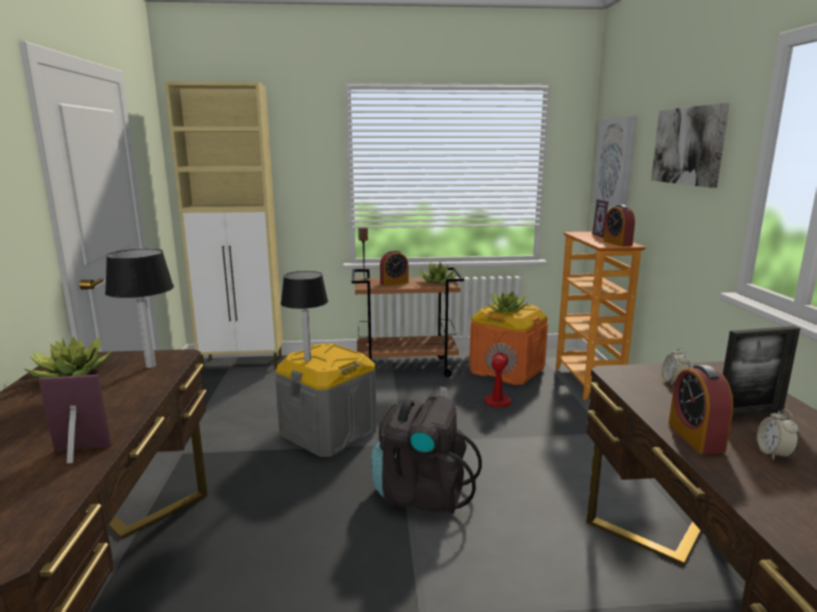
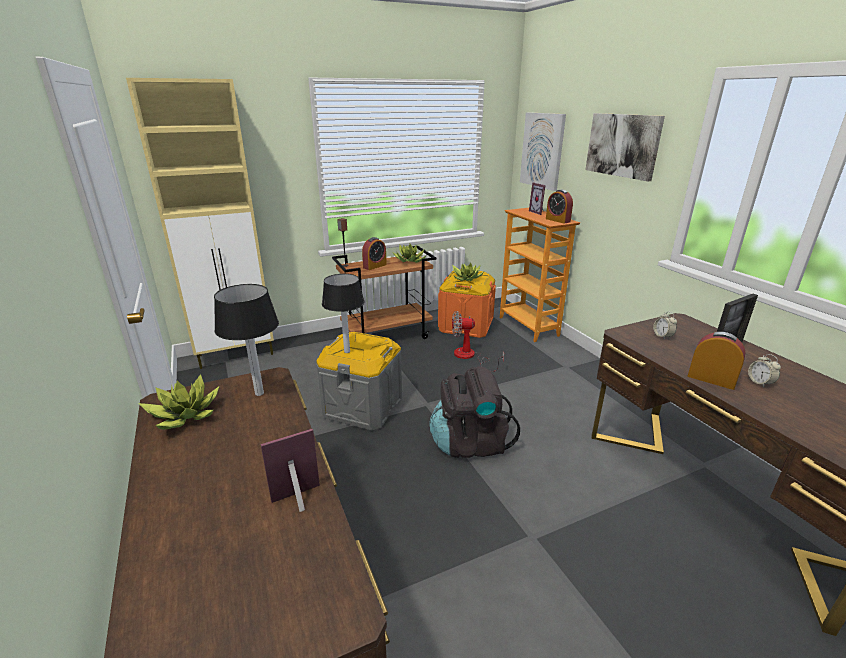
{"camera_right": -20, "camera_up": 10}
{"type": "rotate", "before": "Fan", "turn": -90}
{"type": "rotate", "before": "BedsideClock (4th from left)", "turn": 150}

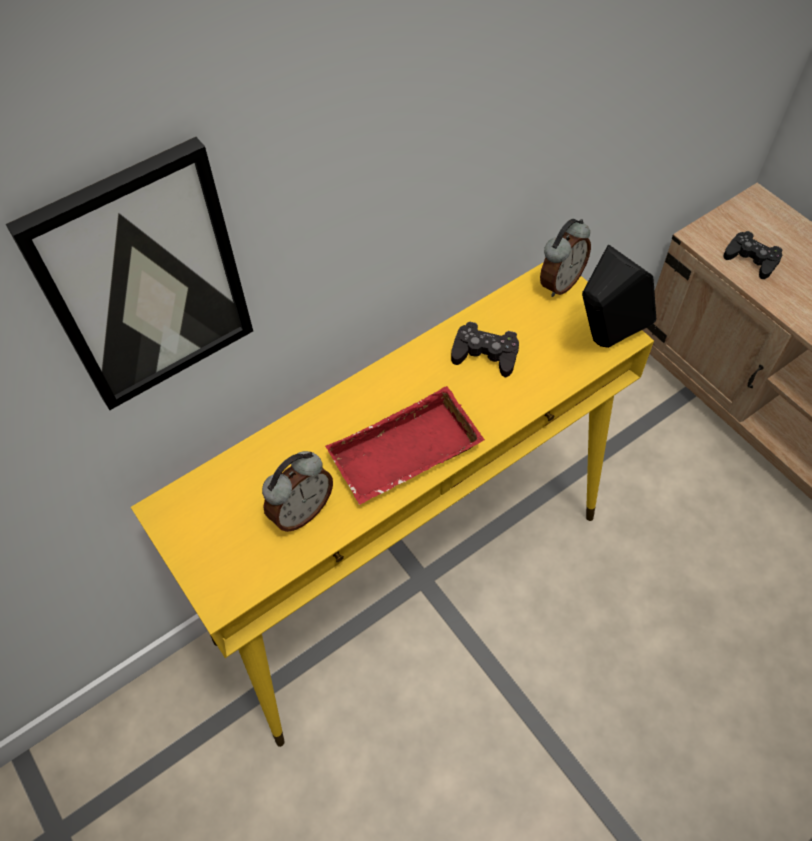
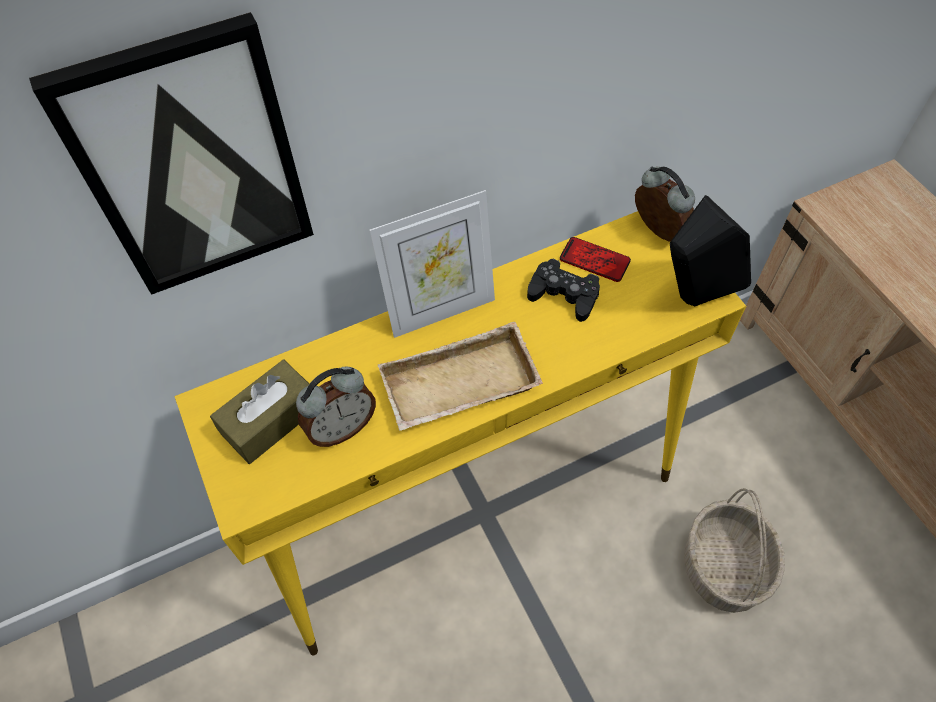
{"camera_right": 10, "camera_up": 0}
{"type": "insert", "after": "BrownColouredTissueHolder"}
{"type": "insert", "after": "PictureFrame"}
{"type": "recolor", "before": "RedCarryingTray", "after": "BeigeColouredCarryingTray"}
{"type": "insert", "after": "Handset"}
{"type": "rotate", "before": "BedsideClock (2nd from left)", "turn": -90}
{"type": "insert", "after": "Basket"}
{"type": "delete", "before": "BlackishGameController (2nd from left)"}

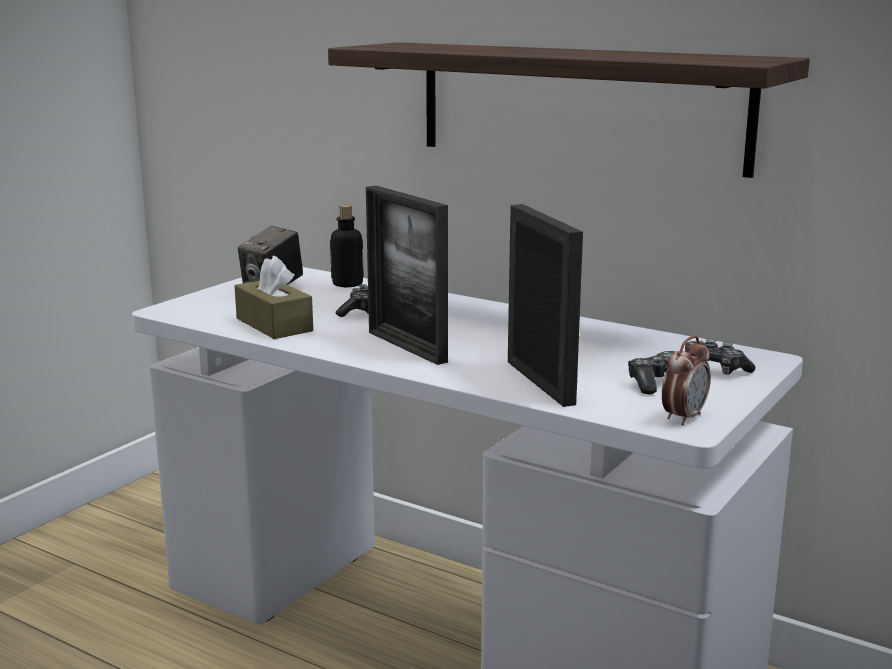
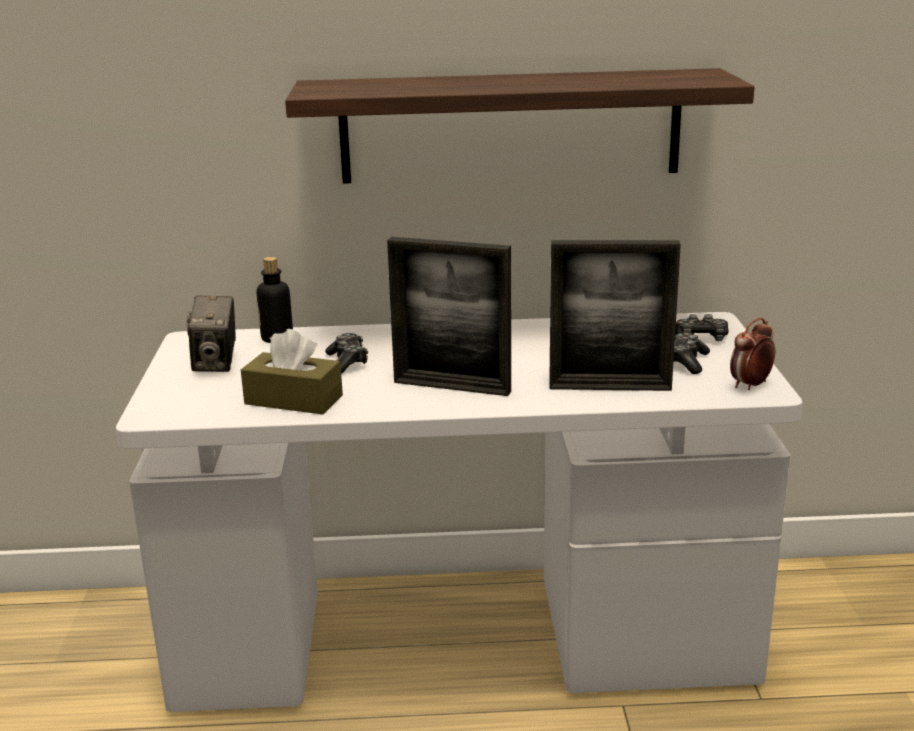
{"camera_right": -35, "camera_up": 5}
{"type": "rotate", "before": "PictureFrame (2nd from left)", "turn": 150}
{"type": "rotate", "before": "BedsideClock", "turn": -135}

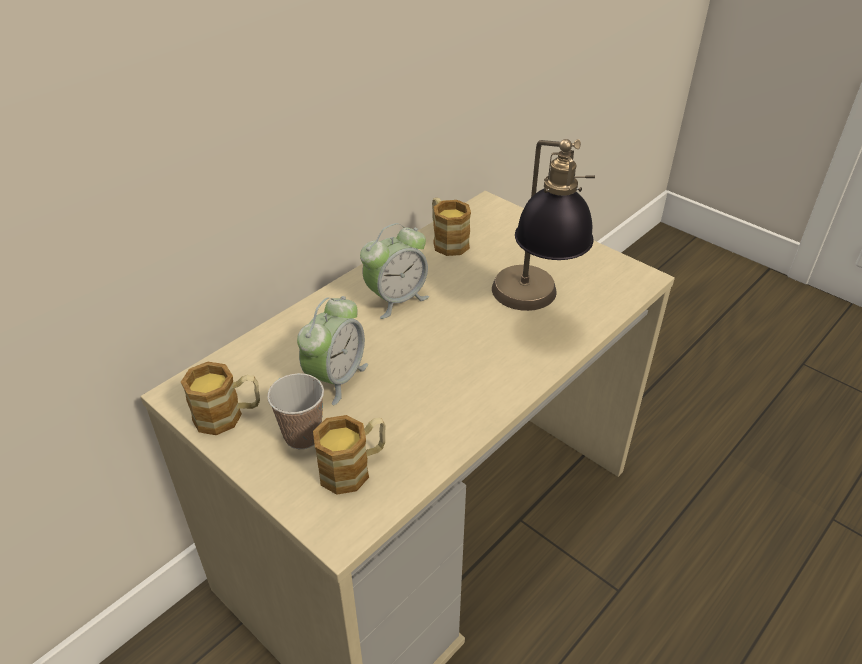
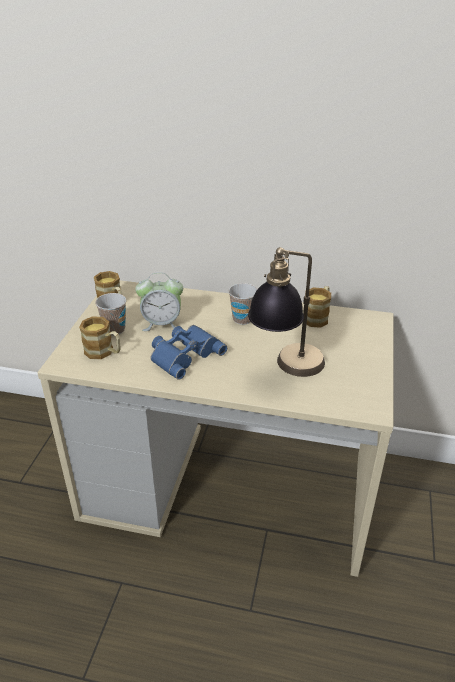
{"camera_right": 60, "camera_up": -5}
{"type": "insert", "after": "BlueFieldGlasses"}
{"type": "replace", "before": "BedsideClock (2nd from left)", "after": "DrinkingCup (2nd from left)"}

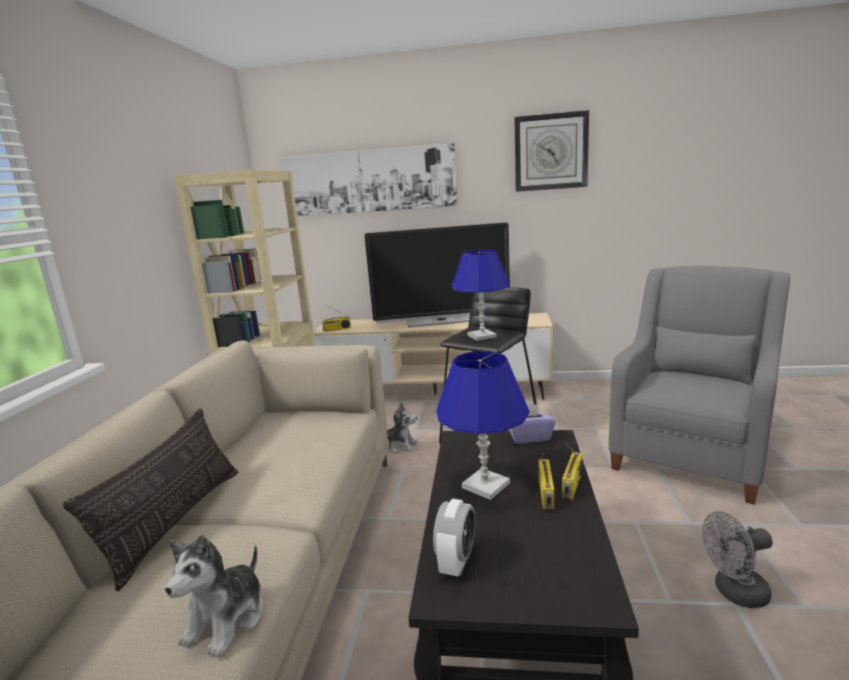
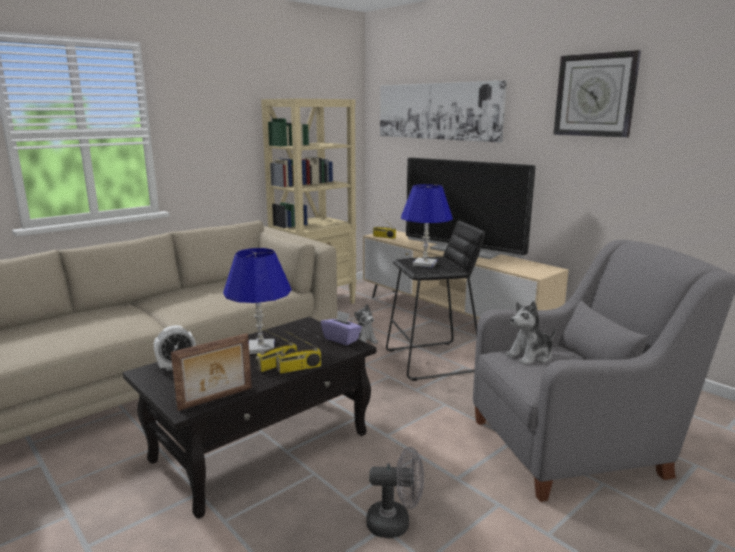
{"camera_right": 40, "camera_up": 0}
{"type": "insert", "after": "PictureFrame"}
{"type": "rotate", "before": "GrayFan", "turn": 150}
{"type": "move", "before": "PlushToy (1st from left in the first image)", "after": "PlushToy (2nd from left)"}
{"type": "delete", "before": "ThrowPillow"}

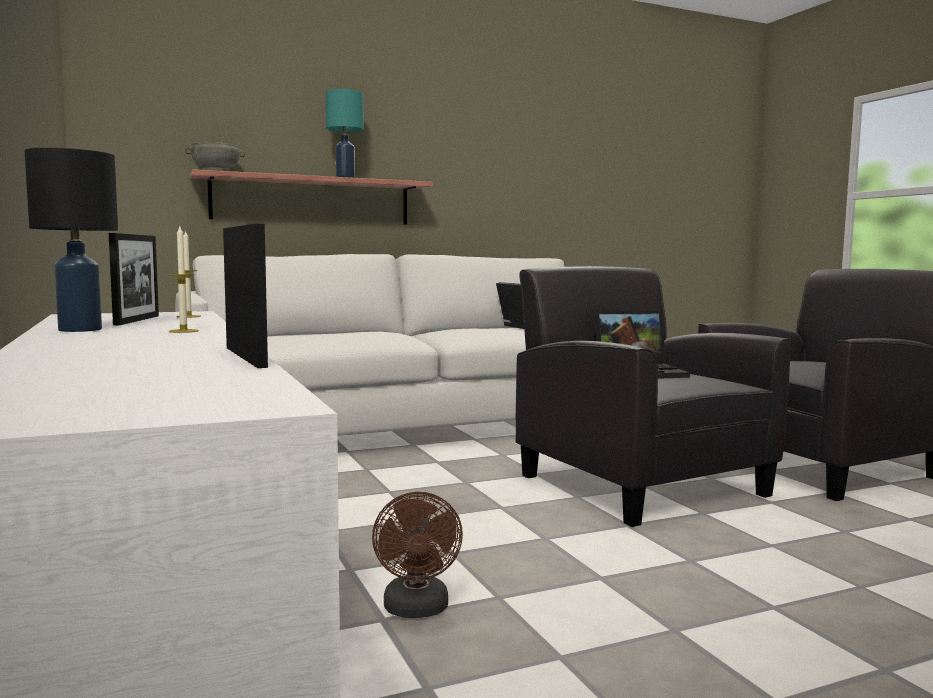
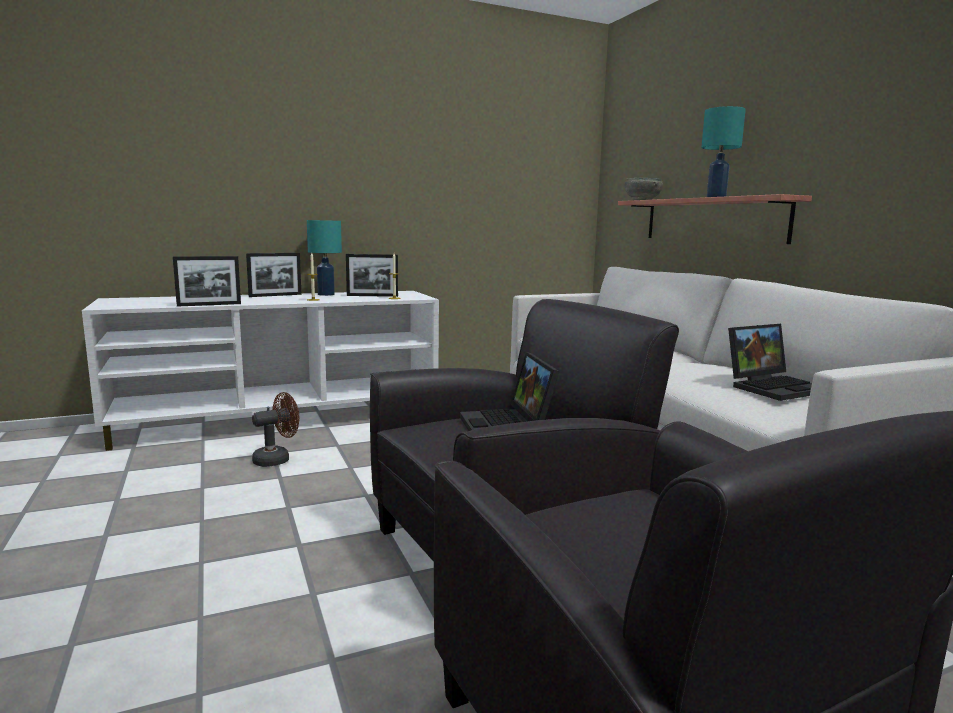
{"camera_right": 90, "camera_up": 5}
{"type": "insert", "after": "PictureFrame (2nd from left)"}
{"type": "rotate", "before": "BrownColouredFan", "turn": 150}
{"type": "recolor", "before": "BlackishTabletopLamp", "after": "TurquoiseTabletopLamp (1st from left)"}

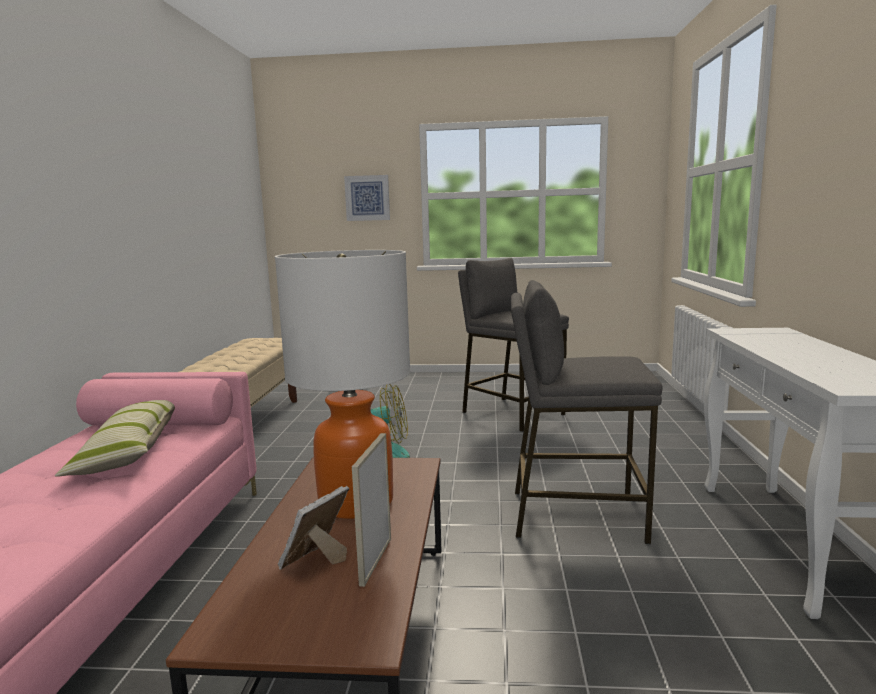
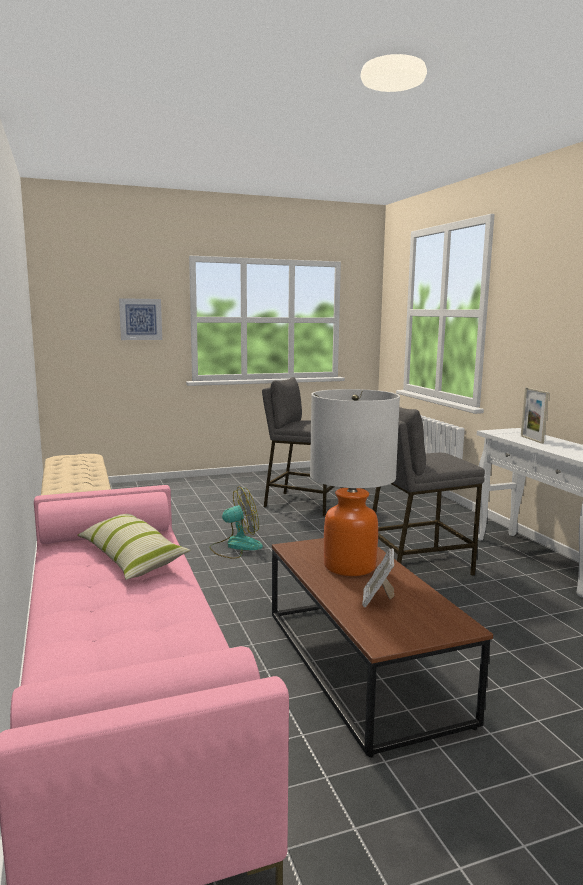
{"camera_right": -25, "camera_up": 0}
{"type": "move", "before": "PictureFrame (2nd from left)"}

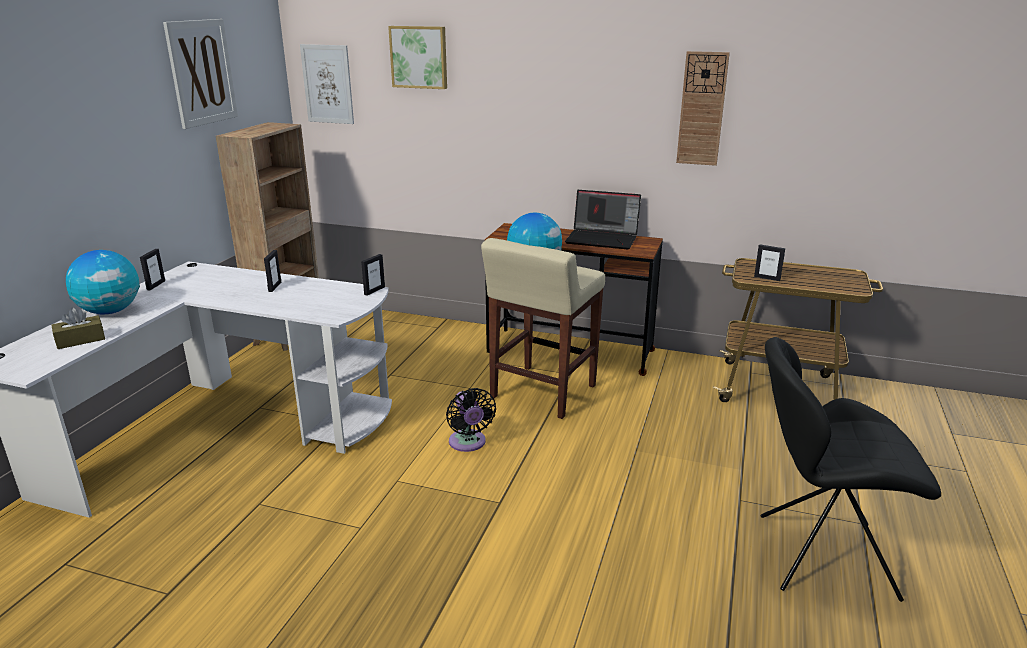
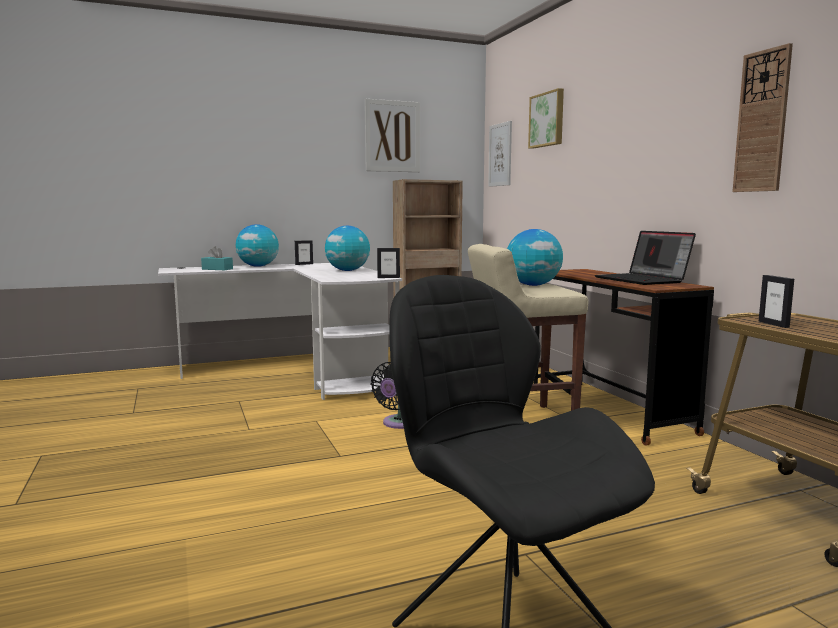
{"camera_right": 50, "camera_up": -15}
{"type": "recolor", "before": "BrownColouredTissueHolder", "after": "TurquoiseTissueHolder"}
{"type": "replace", "before": "PictureFrame (2nd from left)", "after": "DeskGlobe (2nd from left)"}

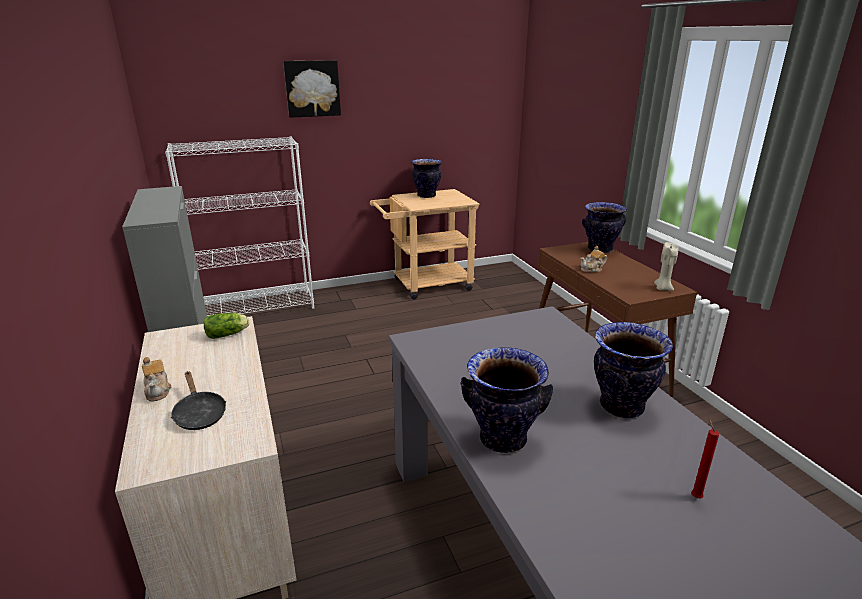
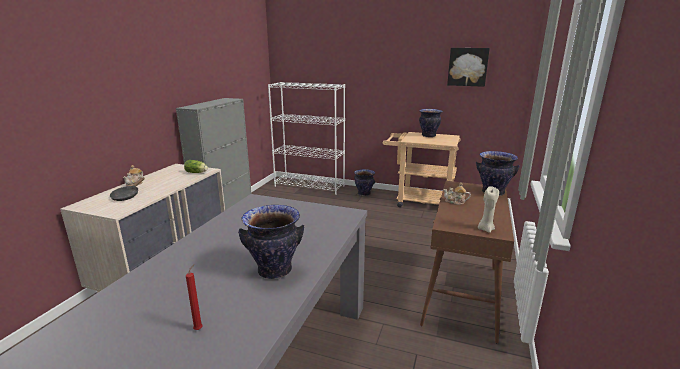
{"camera_right": 40, "camera_up": -5}
{"type": "move", "before": "Vase (2nd from left)"}
{"type": "move", "before": "Picture"}

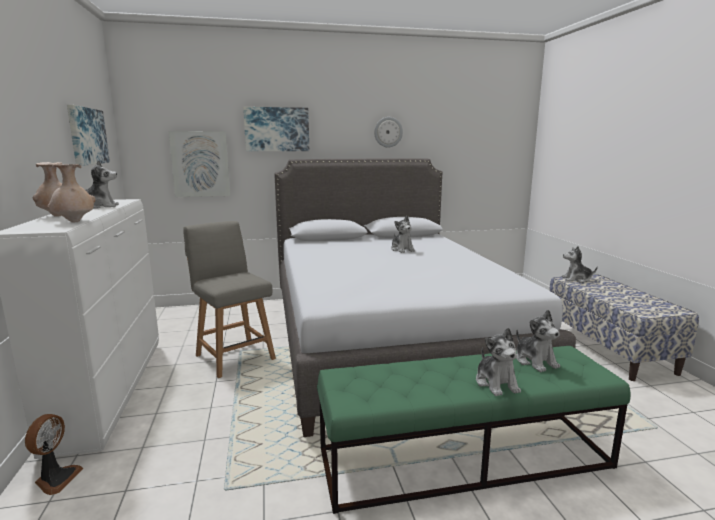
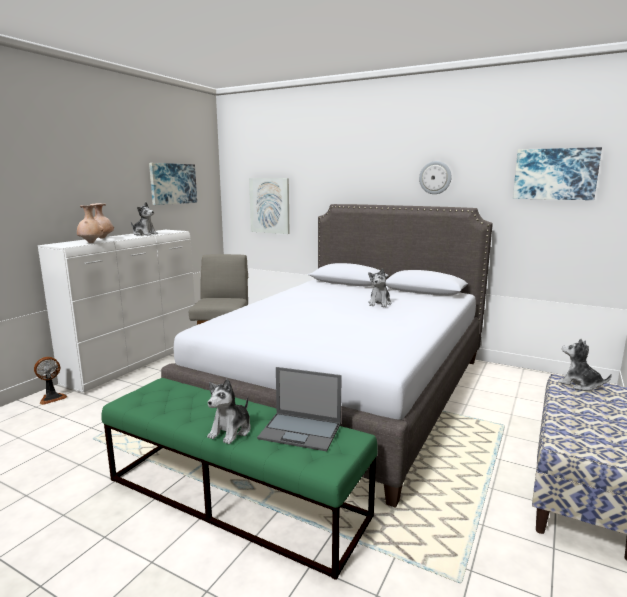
{"camera_right": 40, "camera_up": 0}
{"type": "replace", "before": "PlushToy (4th from left)", "after": "PortableComputer"}
{"type": "move", "before": "Picture (3rd from left)"}

